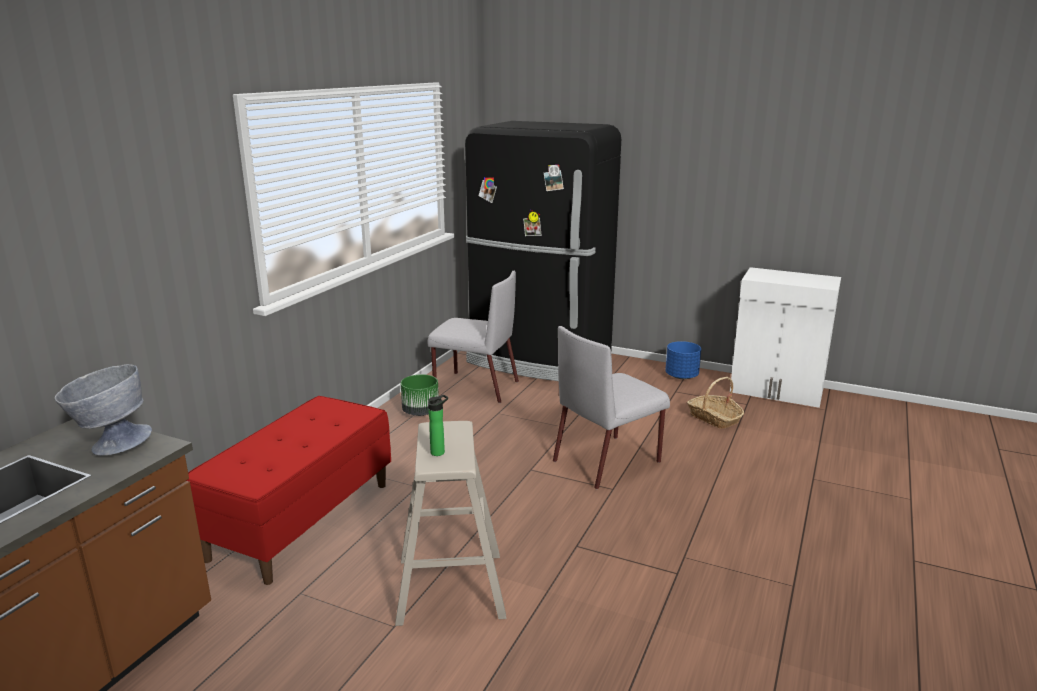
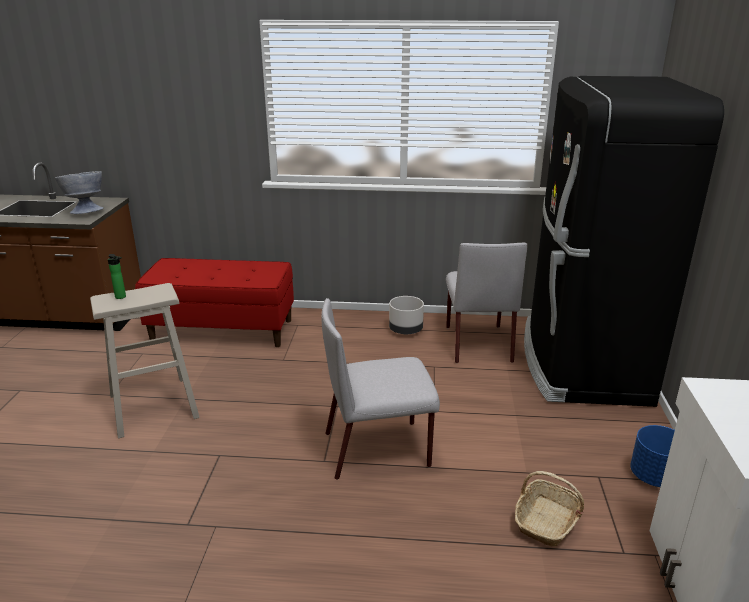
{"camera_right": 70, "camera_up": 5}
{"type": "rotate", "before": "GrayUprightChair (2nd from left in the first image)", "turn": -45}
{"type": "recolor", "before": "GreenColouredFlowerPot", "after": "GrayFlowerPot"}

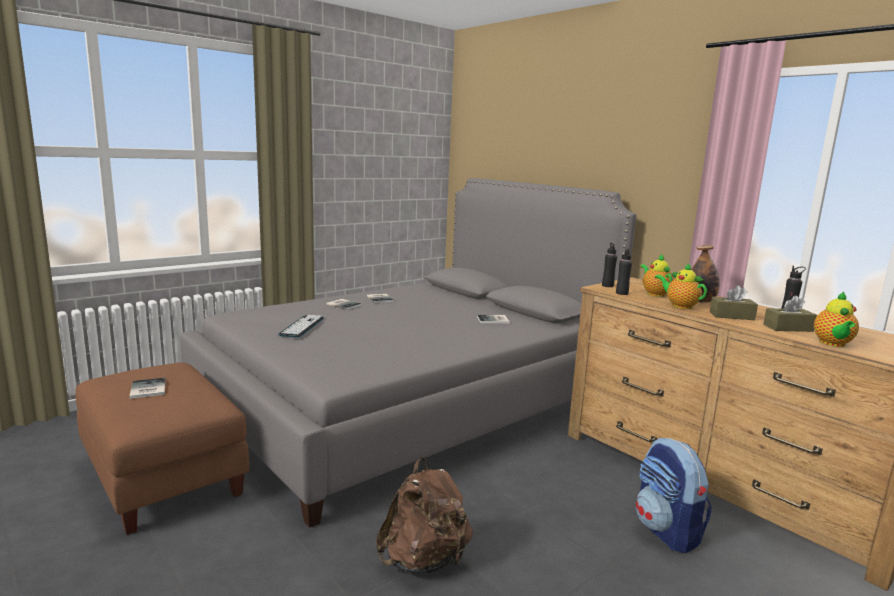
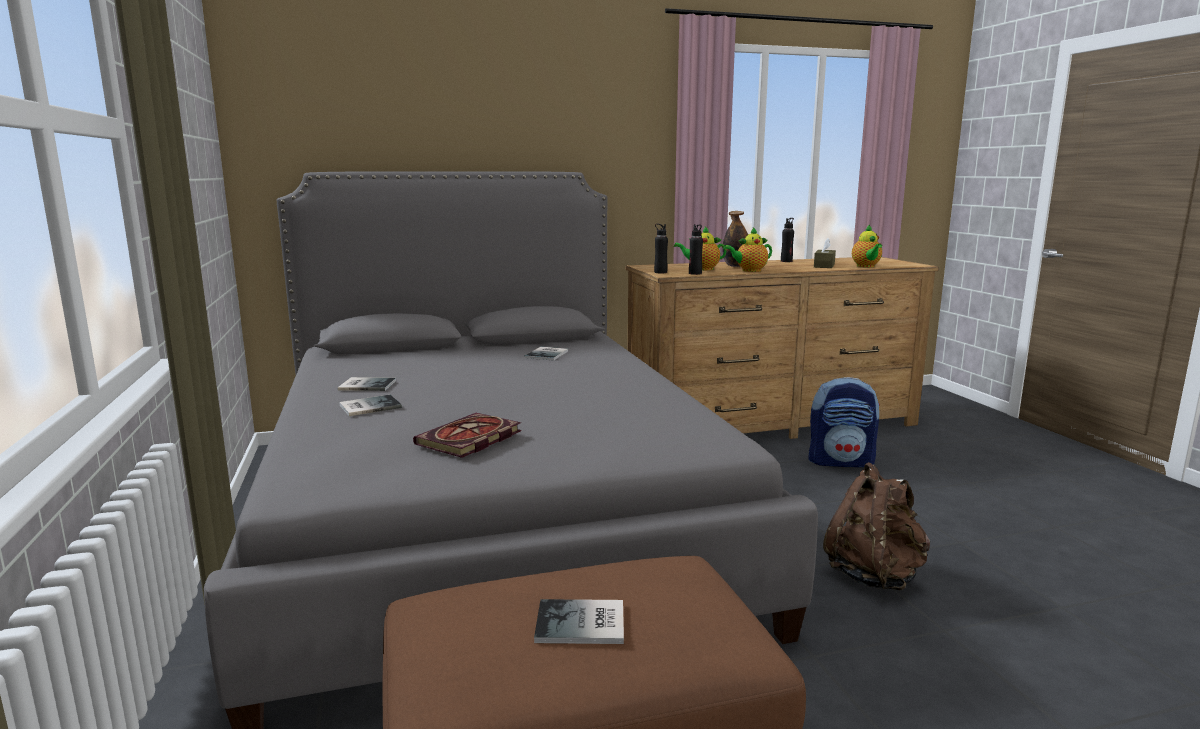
{"camera_right": -65, "camera_up": 0}
{"type": "replace", "before": "PcKeyboard", "after": "BoundBook (3rd from left)"}
{"type": "rotate", "before": "PotForTea (3rd from left)", "turn": 45}
{"type": "delete", "before": "BrownColouredTissueHolder (1st from left)"}

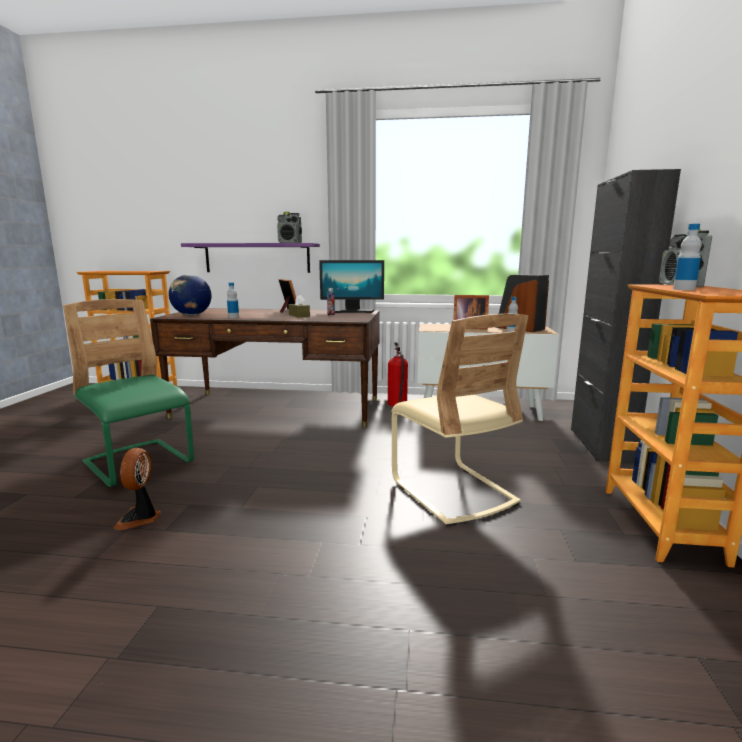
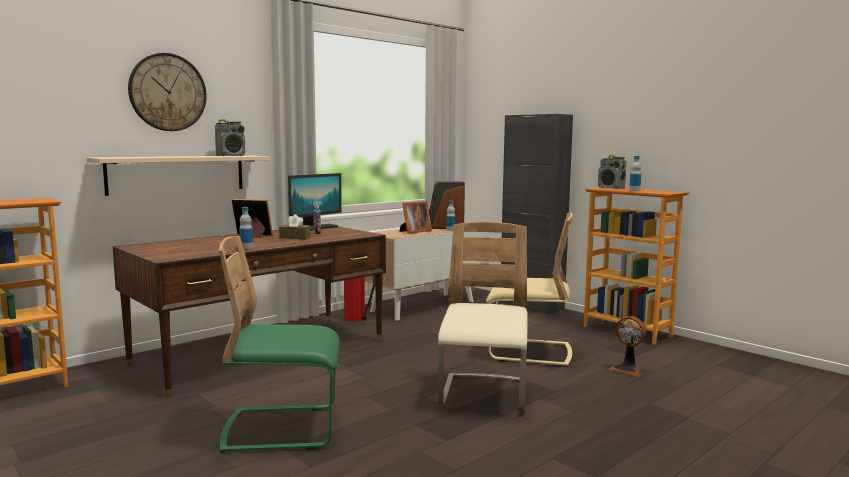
{"camera_right": -50, "camera_up": -5}
{"type": "recolor", "before": "PurpleWallShelf", "after": "BeigeColouredWallShelf"}
{"type": "insert", "after": "ClockOnTheWall"}
{"type": "insert", "after": "BeigeColouredUprightChair (1st from left)"}
{"type": "move", "before": "Fan"}
{"type": "delete", "before": "DeskGlobe"}

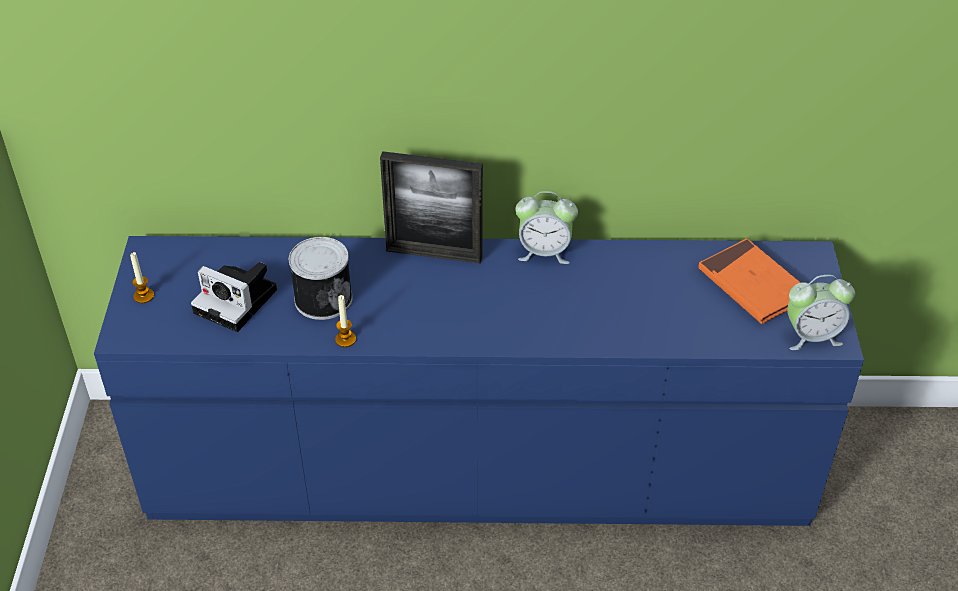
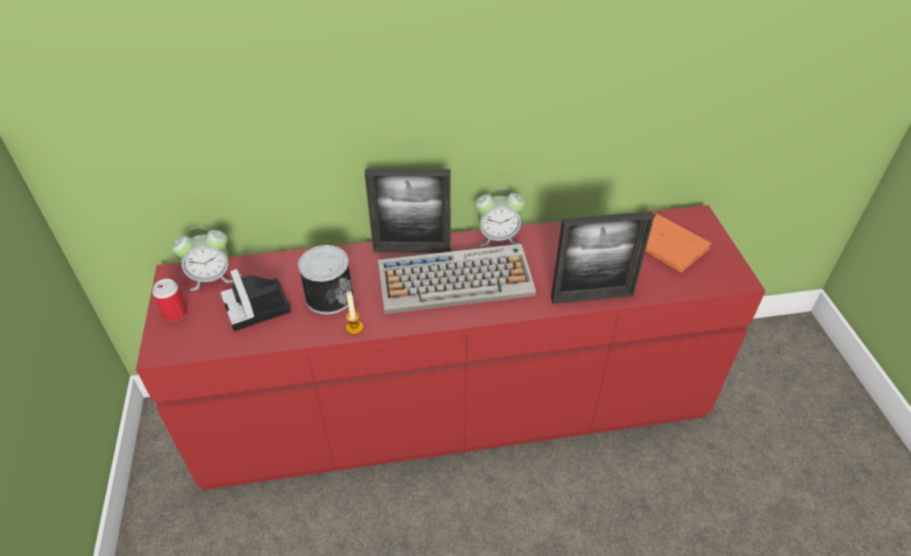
{"camera_right": -10, "camera_up": 0}
{"type": "recolor", "before": "BlueChestOfDrawers", "after": "RedChestOfDrawers"}
{"type": "replace", "before": "Candle (1st from left)", "after": "MetalCan (1st from left)"}
{"type": "move", "before": "BedsideClock (2nd from left in the first image)", "after": "BedsideClock (1st from left)"}
{"type": "rotate", "before": "PhotoCamera", "turn": 45}
{"type": "insert", "after": "PcKeyboard"}
{"type": "insert", "after": "PictureFrame (2nd from left)"}

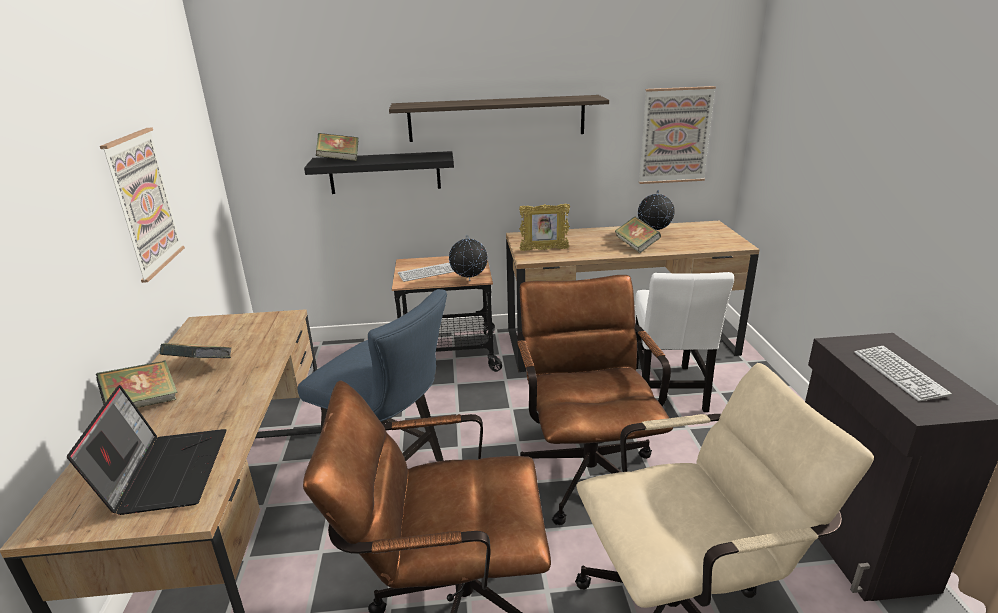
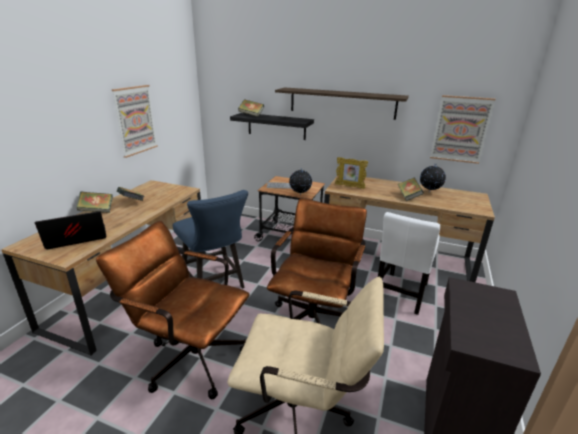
{"camera_right": 25, "camera_up": 0}
{"type": "rotate", "before": "PortableComputer", "turn": -135}
{"type": "delete", "before": "PcKeyboard (2nd from left)"}

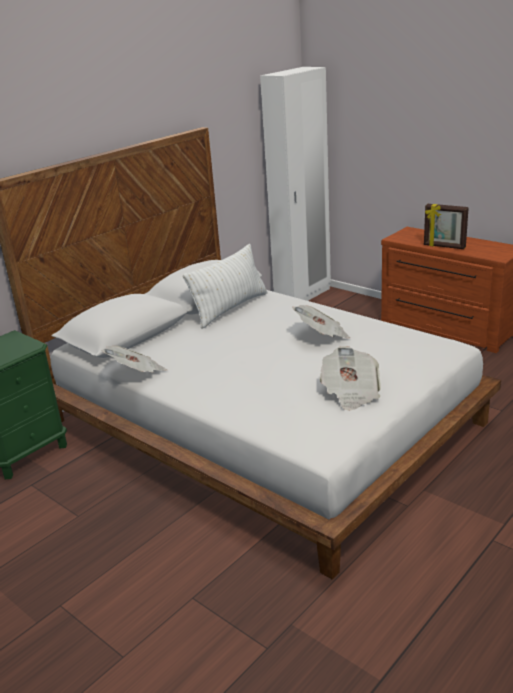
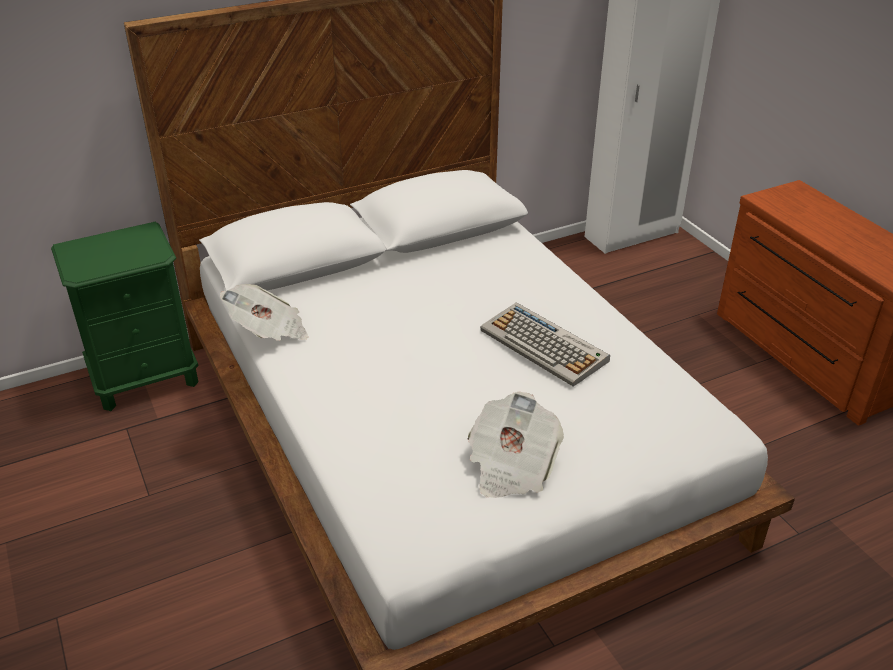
{"camera_right": 20, "camera_up": 10}
{"type": "replace", "before": "DailyPaper (2nd from left)", "after": "PcKeyboard"}
{"type": "delete", "before": "WhiteColouredThrowPillow"}
{"type": "delete", "before": "PictureFrame"}

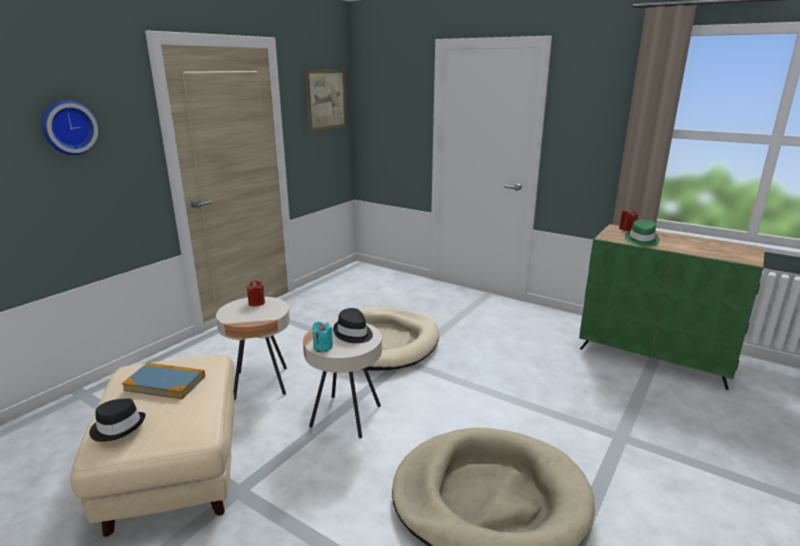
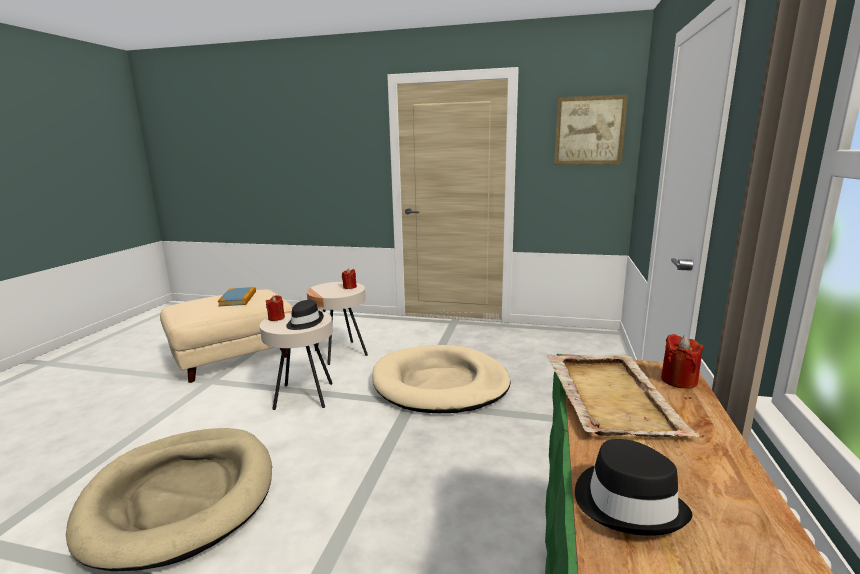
{"camera_right": 70, "camera_up": -5}
{"type": "recolor", "before": "TurquoiseCandle", "after": "RedCandle (1st from left)"}
{"type": "replace", "before": "GreenColouredHat", "after": "BeigeColouredCarryingTray"}
{"type": "move", "before": "BlackishHat (1st from left in the first image)", "after": "BlackishHat (2nd from left)"}
{"type": "delete", "before": "ClockOnTheWall"}

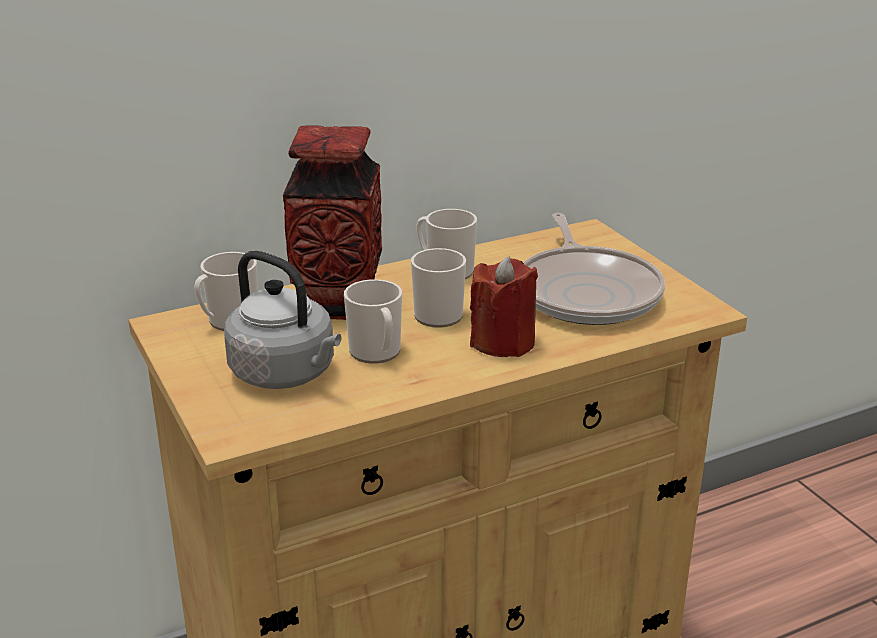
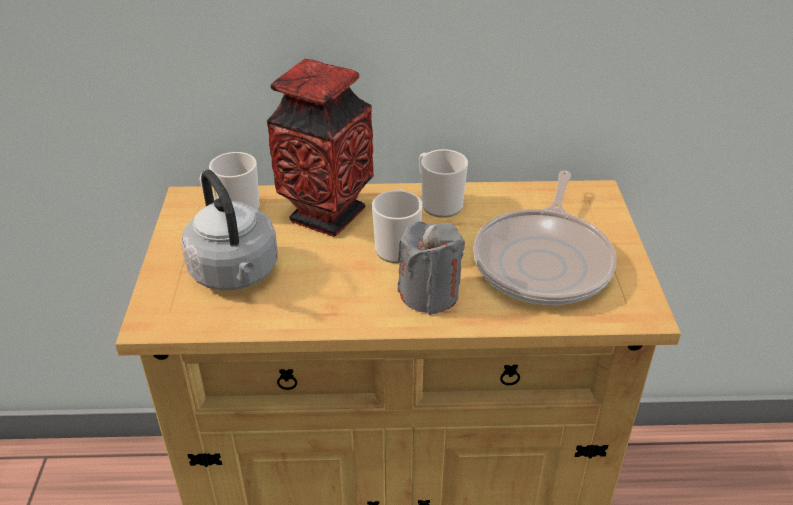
{"camera_right": 25, "camera_up": 10}
{"type": "recolor", "before": "RedCandle", "after": "GrayCandle"}
{"type": "delete", "before": "Mug (2nd from left)"}

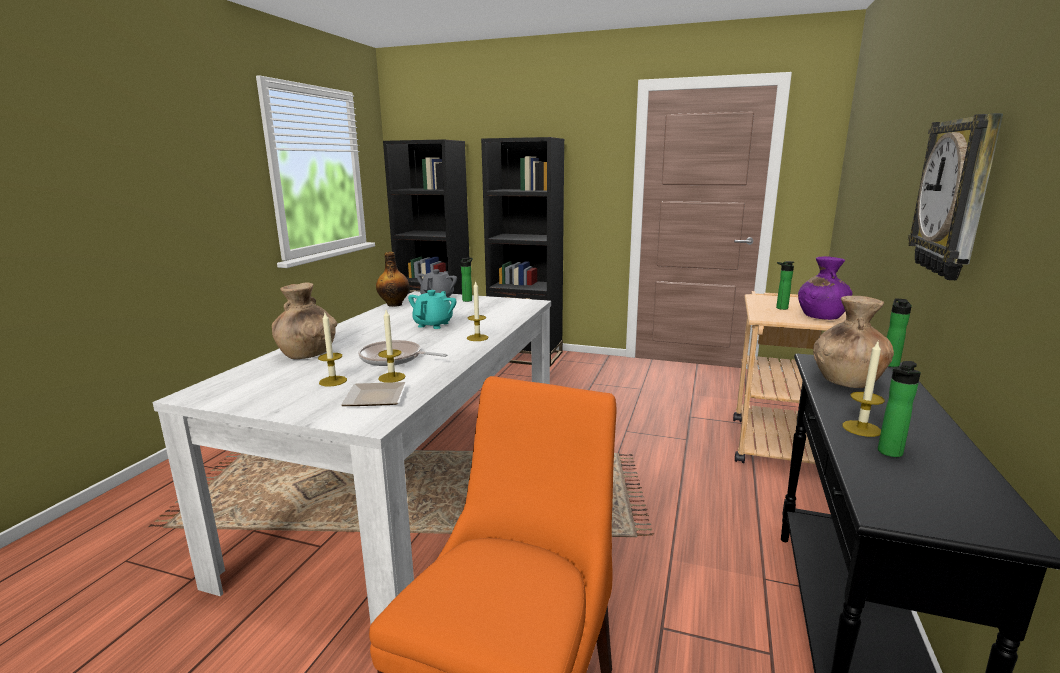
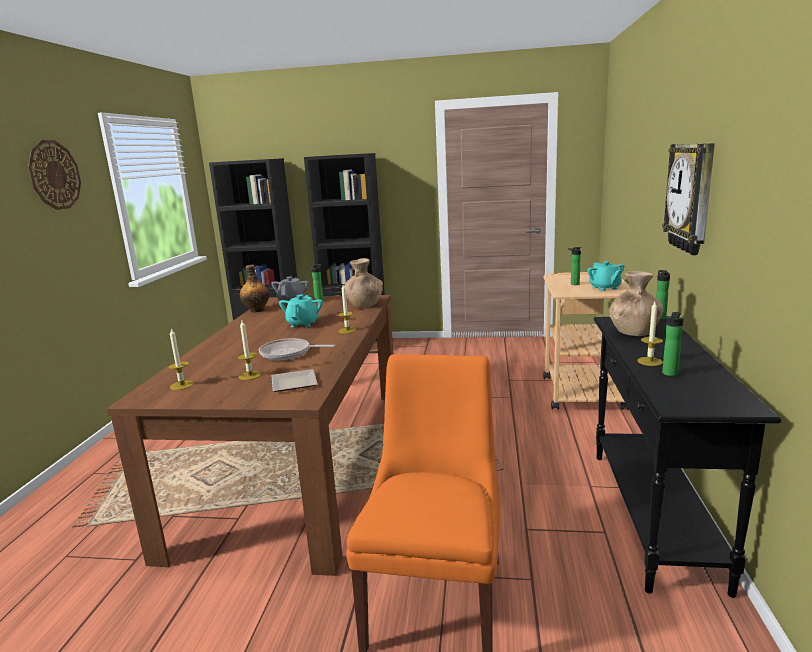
{"camera_right": -10, "camera_up": 0}
{"type": "insert", "after": "ClockOnTheWall (1st from left)"}
{"type": "recolor", "before": "WhiteColouredKitchenTable", "after": "BrownColouredKitchenTable"}
{"type": "move", "before": "Candle (2nd from left in the first image)", "after": "Candle (1st from left)"}
{"type": "move", "before": "BrownColouredVase (1st from left)"}
{"type": "replace", "before": "PurpleVase", "after": "TurquoisePotForTea (2nd from left)"}

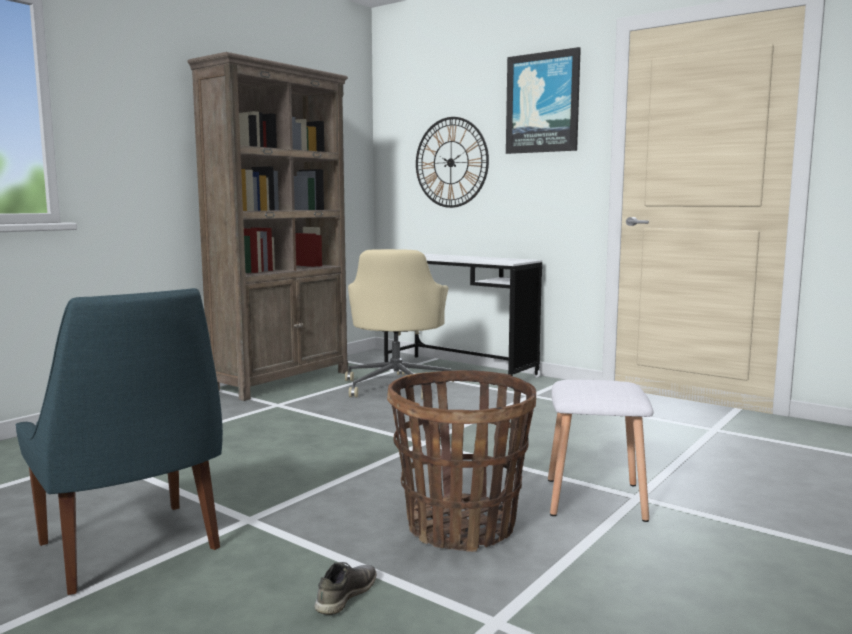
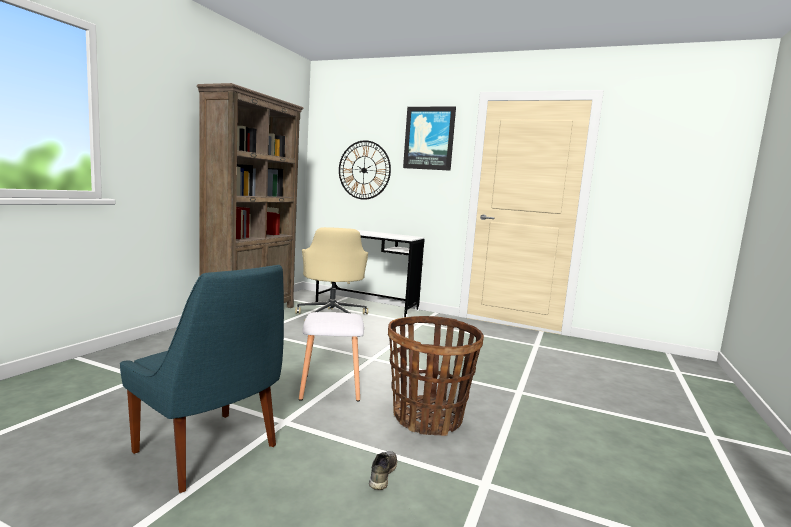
{"camera_right": -15, "camera_up": 0}
{"type": "move", "before": "WhiteColouredStool"}

